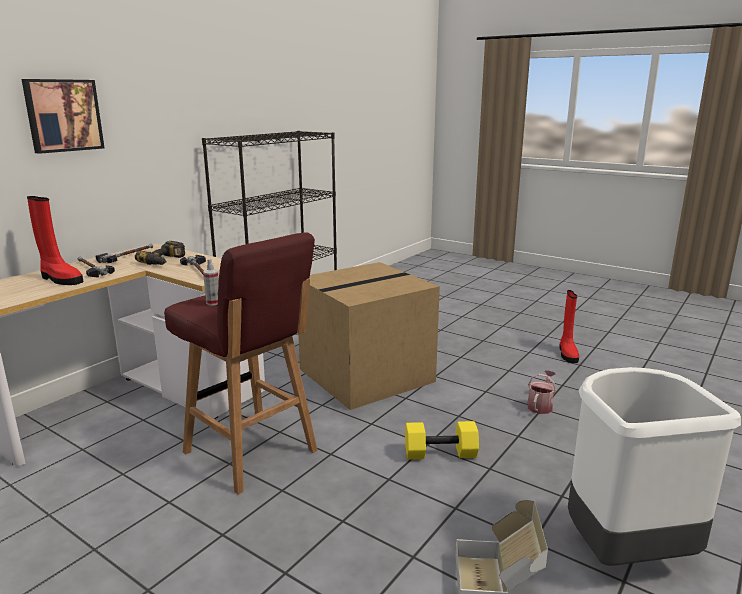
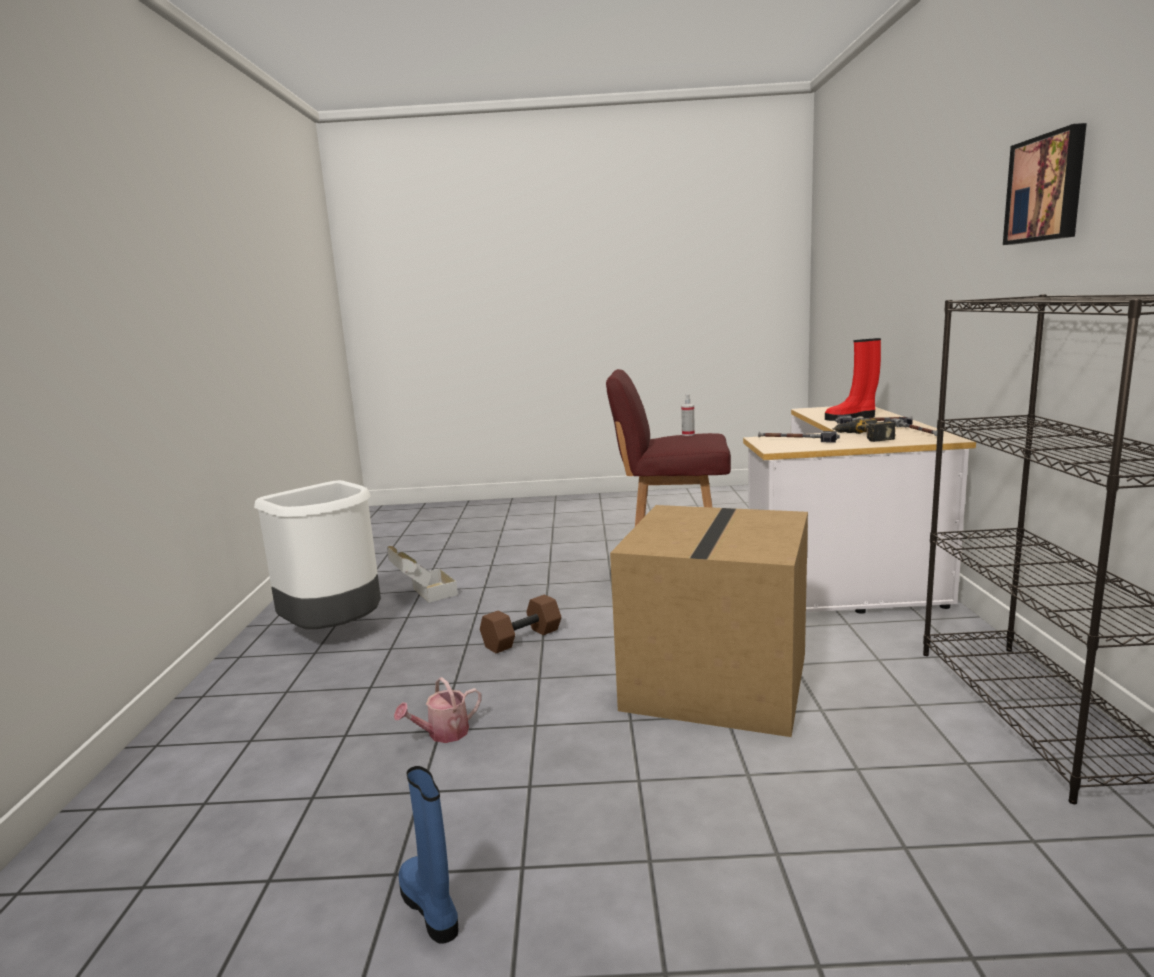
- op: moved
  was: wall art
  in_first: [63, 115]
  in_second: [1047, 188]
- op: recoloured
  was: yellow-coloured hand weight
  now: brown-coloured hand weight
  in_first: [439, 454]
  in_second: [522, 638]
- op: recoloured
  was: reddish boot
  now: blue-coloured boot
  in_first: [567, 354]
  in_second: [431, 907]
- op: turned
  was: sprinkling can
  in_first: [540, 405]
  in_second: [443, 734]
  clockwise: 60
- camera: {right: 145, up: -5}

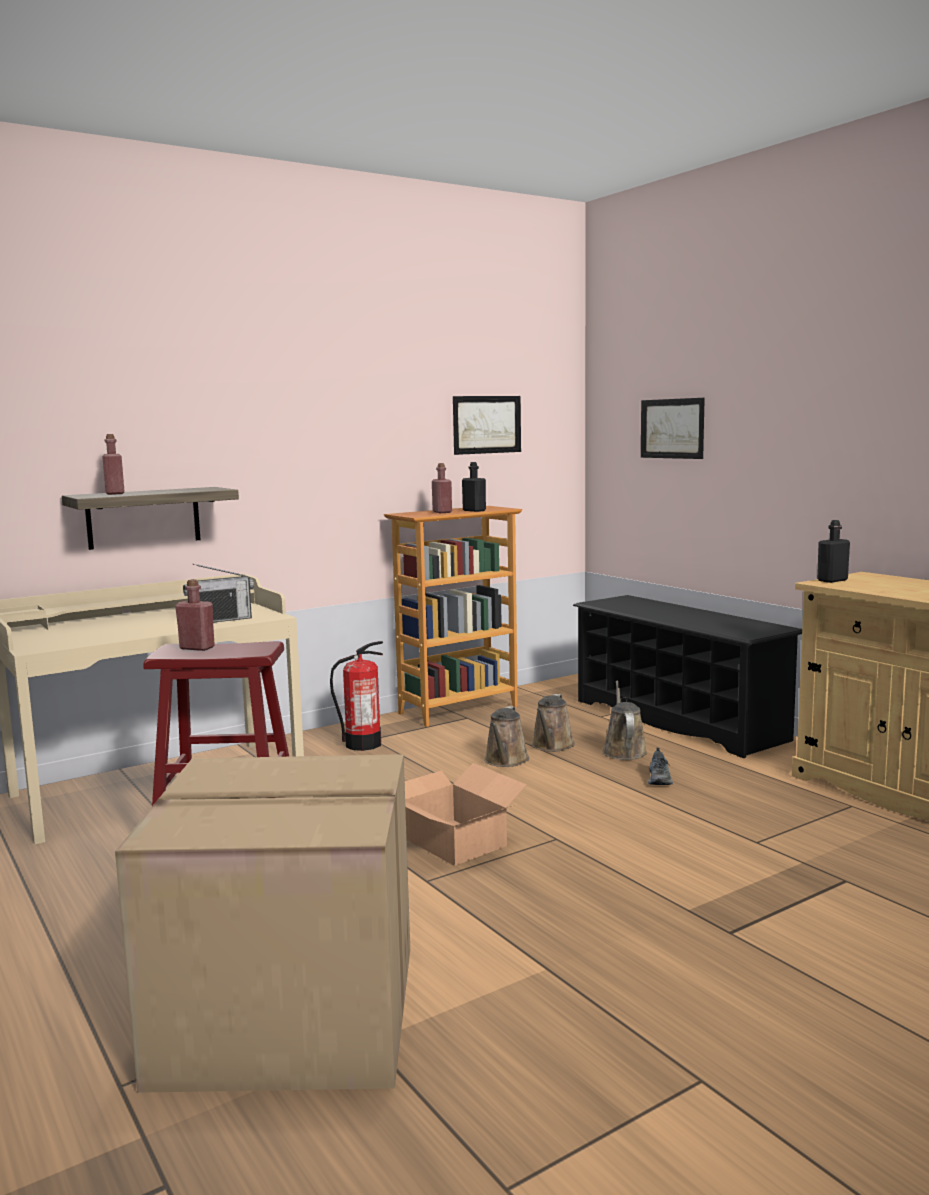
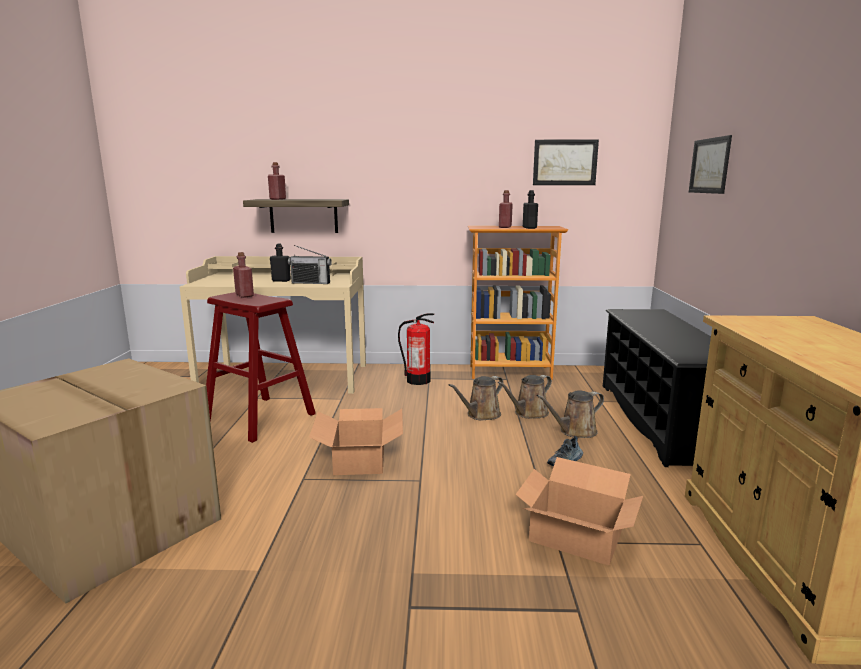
- op: added
  now: packing box
  in_second: [575, 535]
- op: moved
  was: blackish drink bottle
  in_first: [832, 580]
  in_second: [281, 280]
- op: turned
  was: brown-coloured sprinkling can
  in_first: [623, 750]
  in_second: [574, 431]
  clockwise: -150
- camera: {right: 35, up: 5}

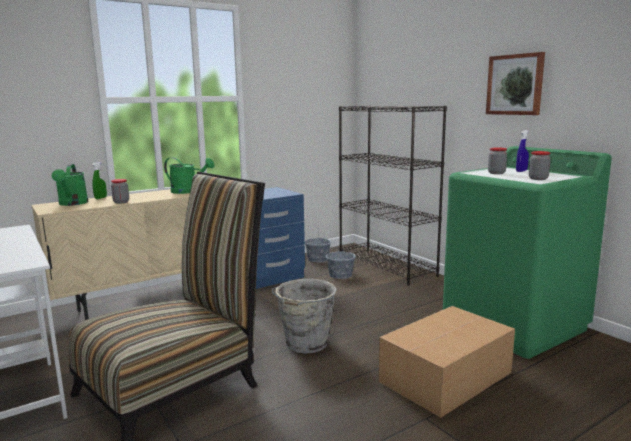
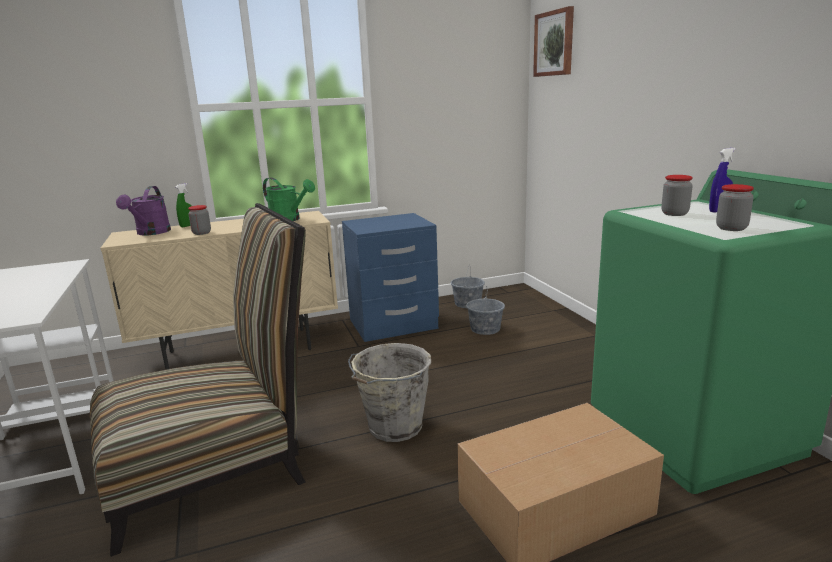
- op: removed
  was: blackish shelving unit
  in_first: [387, 266]
- op: moved
  was: wall art
  in_first: [515, 84]
  in_second: [554, 43]
- op: recoloured
  was: greenish sprinkling can
  now: purplish sprinkling can
  in_first: [72, 204]
  in_second: [151, 233]
- camera: {right: 15, up: 5}

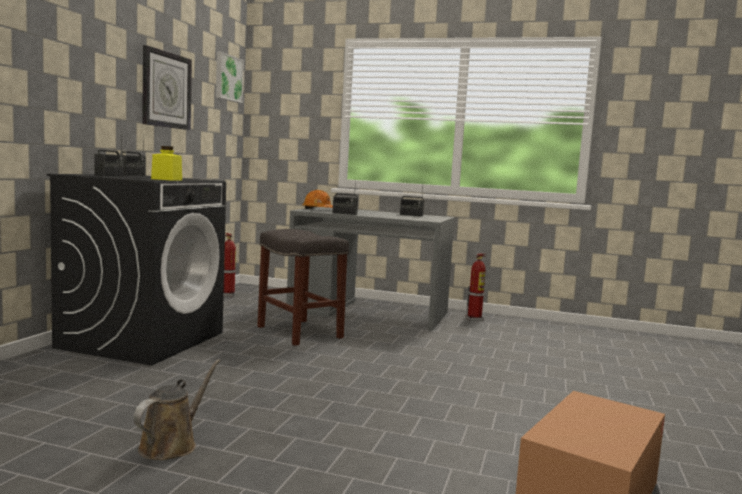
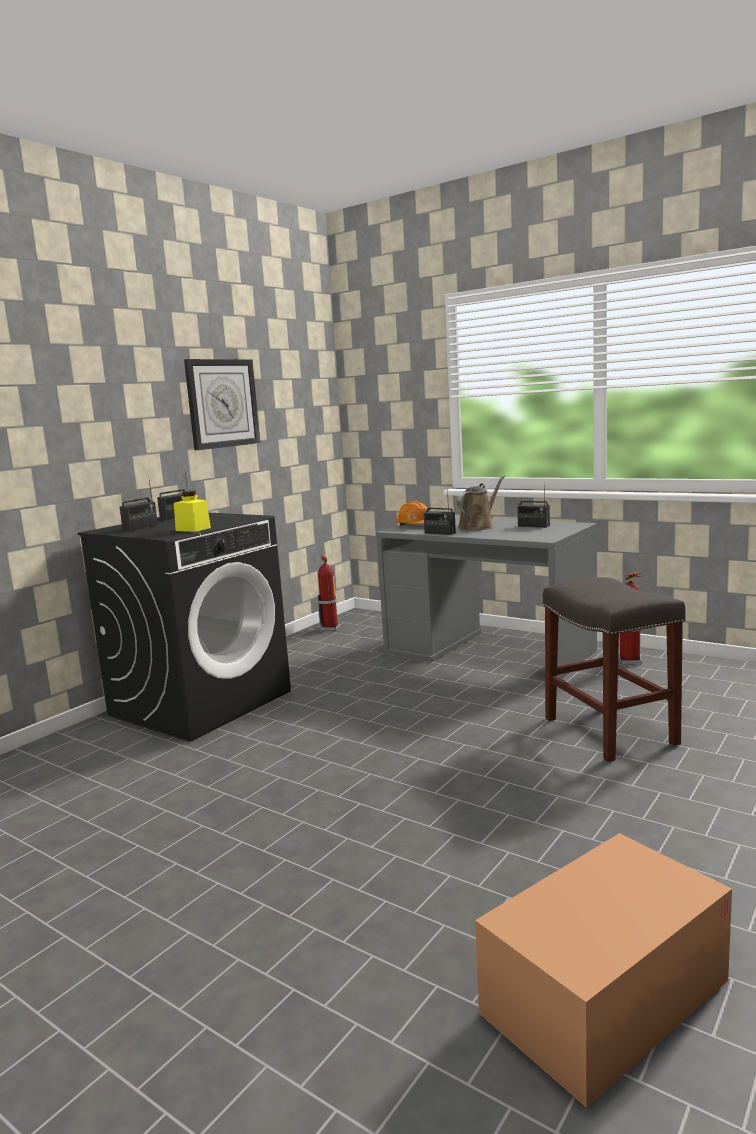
- op: removed
  was: wall art
  in_first: [227, 78]
- op: moved
  was: brown-coloured sprinkling can
  in_first: [172, 445]
  in_second: [478, 527]
- op: moved
  was: gray sitting stool
  in_first: [298, 332]
  in_second: [608, 730]
- camera: {right: 20, up: 5}

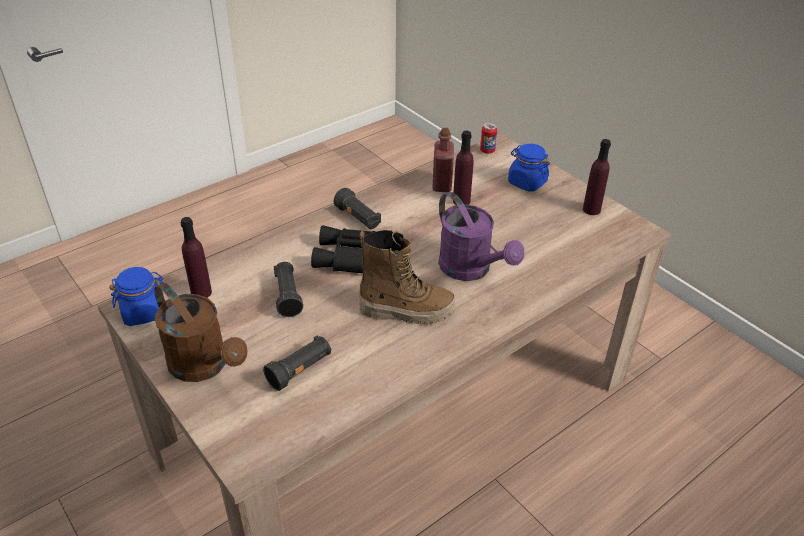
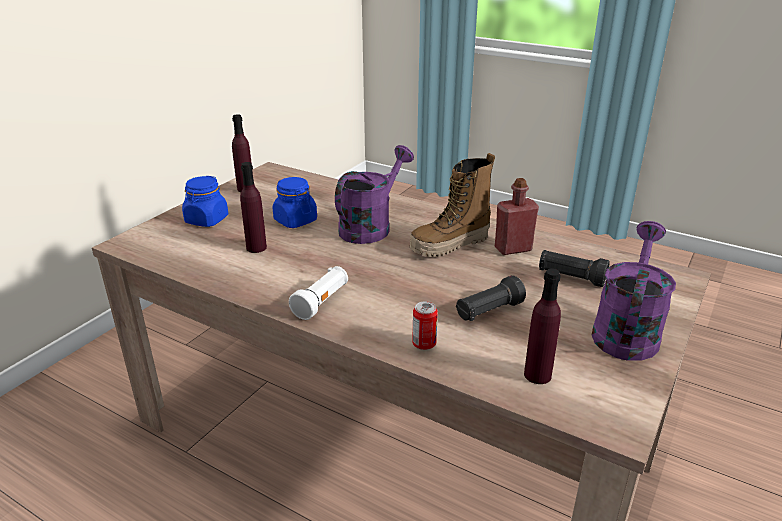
- op: removed
  was: blackish pair of binoculars
  in_first: [349, 258]
- op: moved
  was: blue-coloured preserve jar
  in_first: [143, 312]
  in_second: [295, 220]
- op: moved
  was: reddish drink bottle
  in_first: [442, 184]
  in_second: [513, 249]
- op: moved
  was: can
  in_first: [487, 151]
  in_second: [424, 344]
- op: recoloured
  was: brown-coloured sprinkling can
  now: purplish sprinkling can
  in_first: [205, 366]
  in_second: [626, 330]
- op: recoloured
  was: blackish torch
  now: whitish torch
  in_first: [358, 218]
  in_second: [322, 302]
- op: turned
  was: boot
  in_first: [406, 310]
  in_second: [450, 245]
  clockwise: -105
- camera: {right: -110, up: -10}

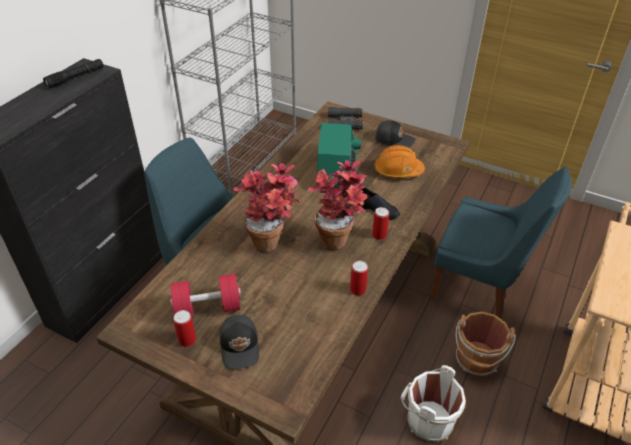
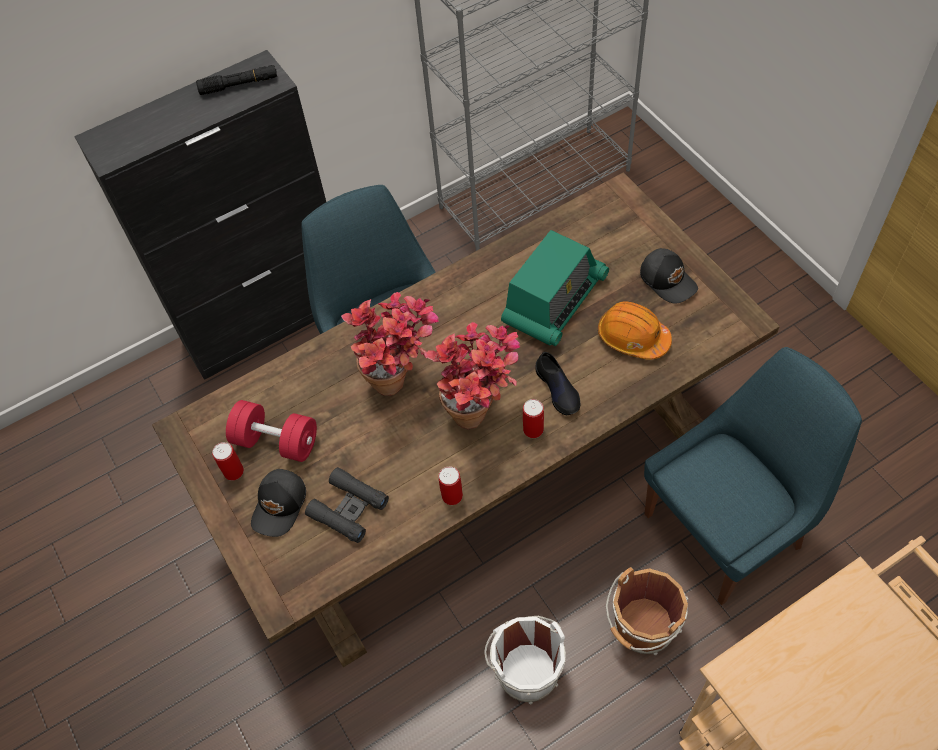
- op: moved
  was: blackish pair of binoculars
  in_first: [344, 122]
  in_second: [348, 508]
- op: turned
  was: blue-coloured upright chair
  in_first: [479, 287]
  in_second: [727, 527]
  clockwise: -90
- camera: {right: 35, up: 15}

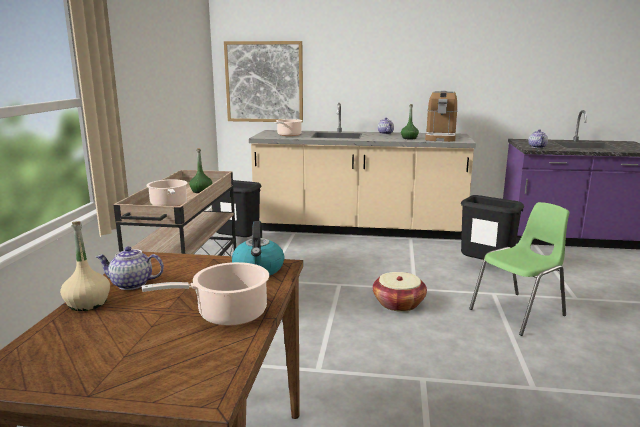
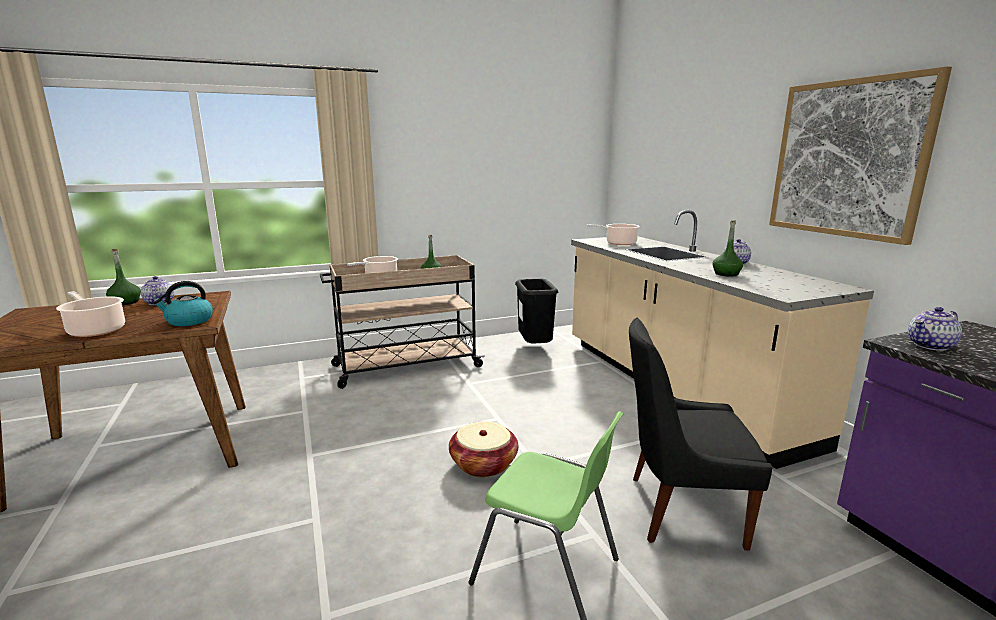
- op: removed
  was: coffee brewer
  in_first: [440, 137]
- op: moved
  was: wall art
  in_first: [264, 82]
  in_second: [847, 159]
- op: replaced
  was: blackish rubbish bin
  now: blackish upright chair
  in_first: [485, 269]
  in_second: [679, 510]
- op: recoloured
  was: beige drink bottle
  now: greenish drink bottle
  in_first: [87, 303]
  in_second: [126, 302]
- camera: {right: 60, up: 0}

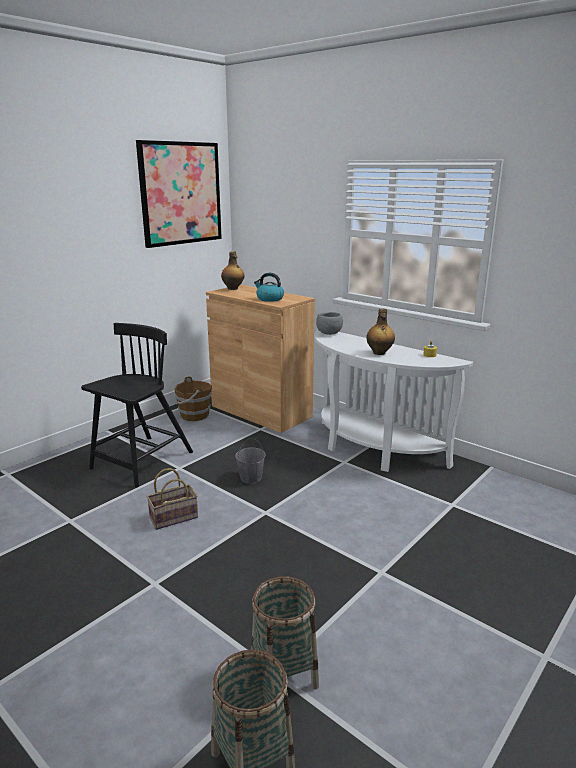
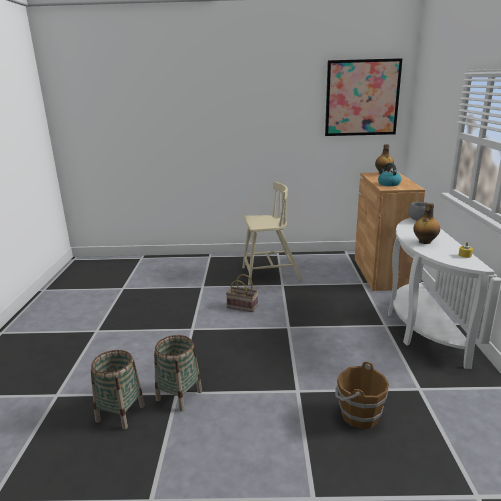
- op: removed
  was: gray pail
  in_first: [250, 478]
- op: moved
  was: brown-coloured pail
  in_first: [194, 415]
  in_second: [358, 415]
- op: recoloured
  was: blackish upright chair
  now: beige upright chair
  in_first: [141, 461]
  in_second: [269, 274]
- camera: {right: 50, up: 0}

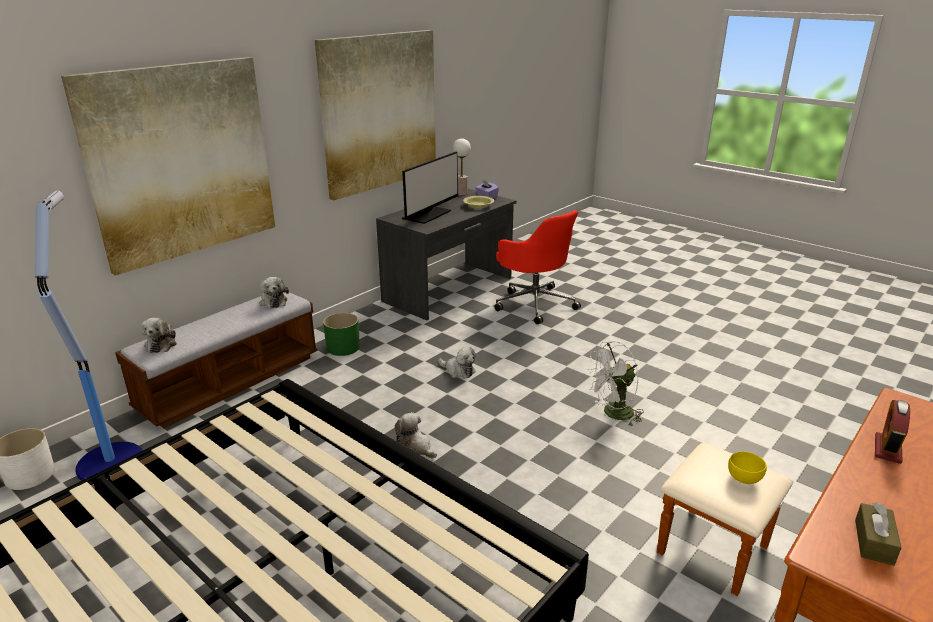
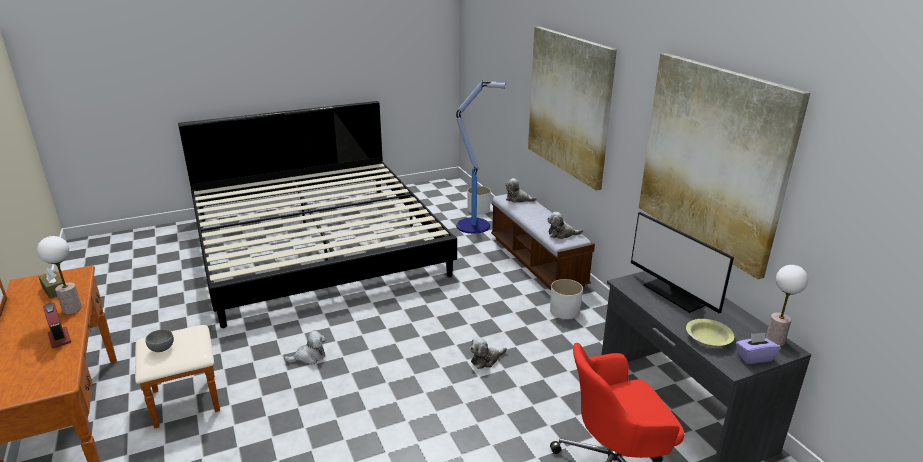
- op: removed
  was: whitish cooling fan
  in_first: [613, 414]
- op: added
  now: lamp for a table
  in_second: [72, 309]
- op: moved
  was: cuddly toy
  in_first: [415, 447]
  in_second: [309, 357]
- op: recoloured
  was: greenish flower pot
  now: whitish flower pot
  in_first: [343, 347]
  in_second: [565, 311]
- op: recoloured
  was: yellow-coloured deep dish
  now: gray deep dish
  in_first: [744, 479]
  in_second: [161, 349]
- camera: {right: 115, up: 0}

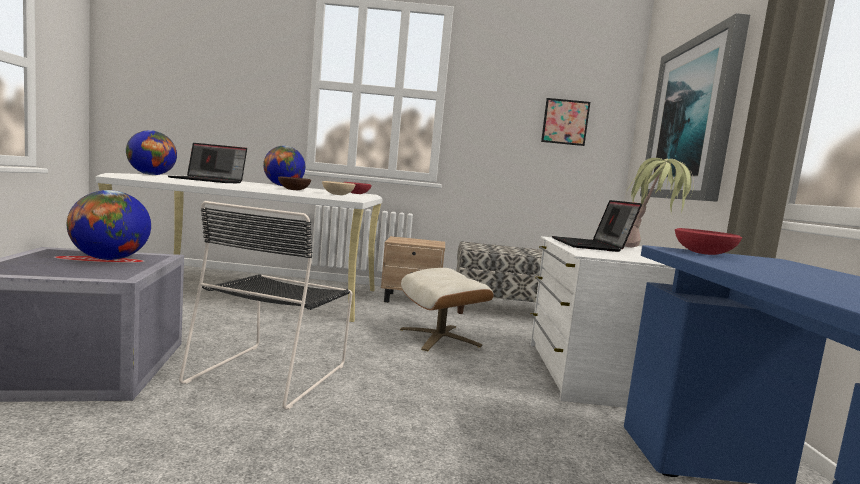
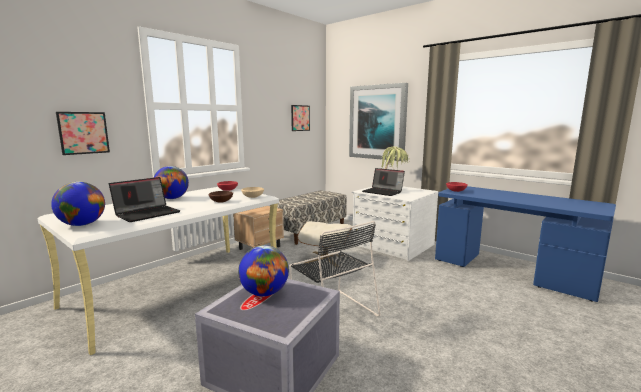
- op: added
  now: wall art
  in_second: [83, 133]
- camera: {right: -50, up: 5}

